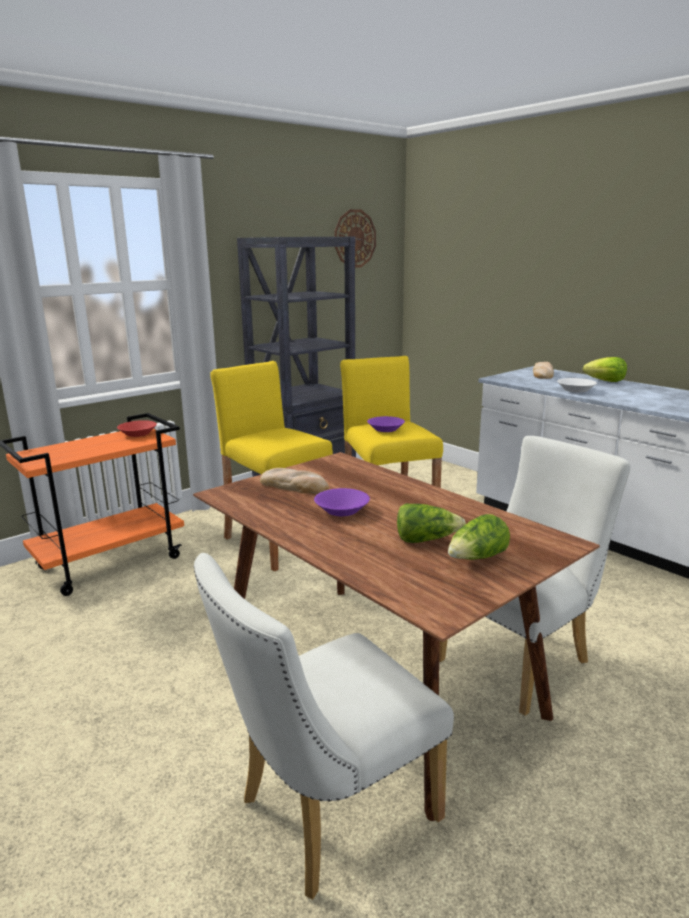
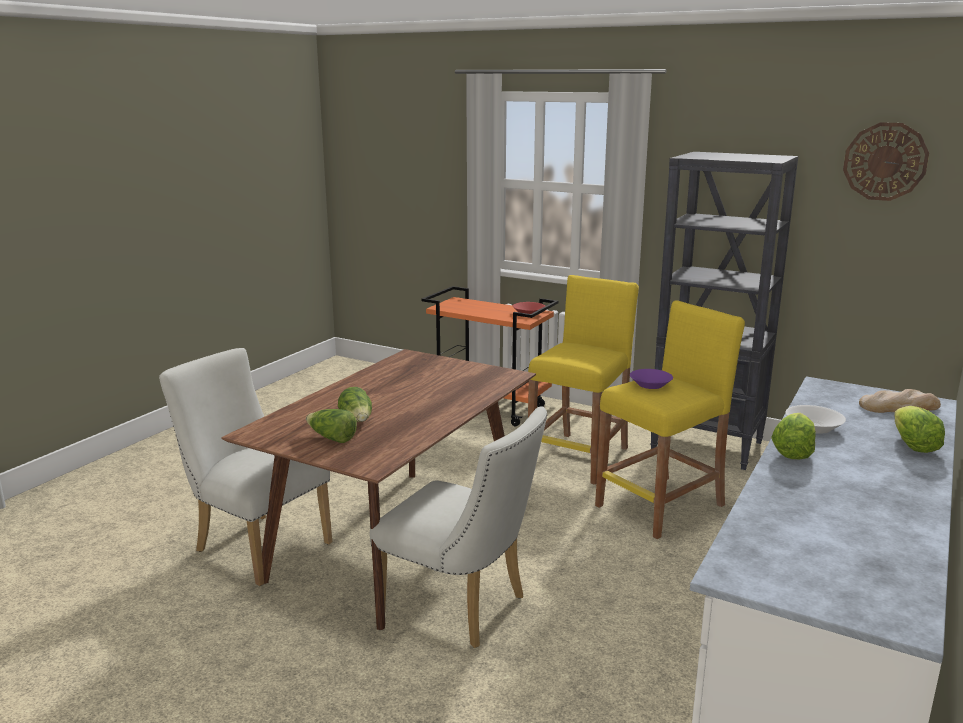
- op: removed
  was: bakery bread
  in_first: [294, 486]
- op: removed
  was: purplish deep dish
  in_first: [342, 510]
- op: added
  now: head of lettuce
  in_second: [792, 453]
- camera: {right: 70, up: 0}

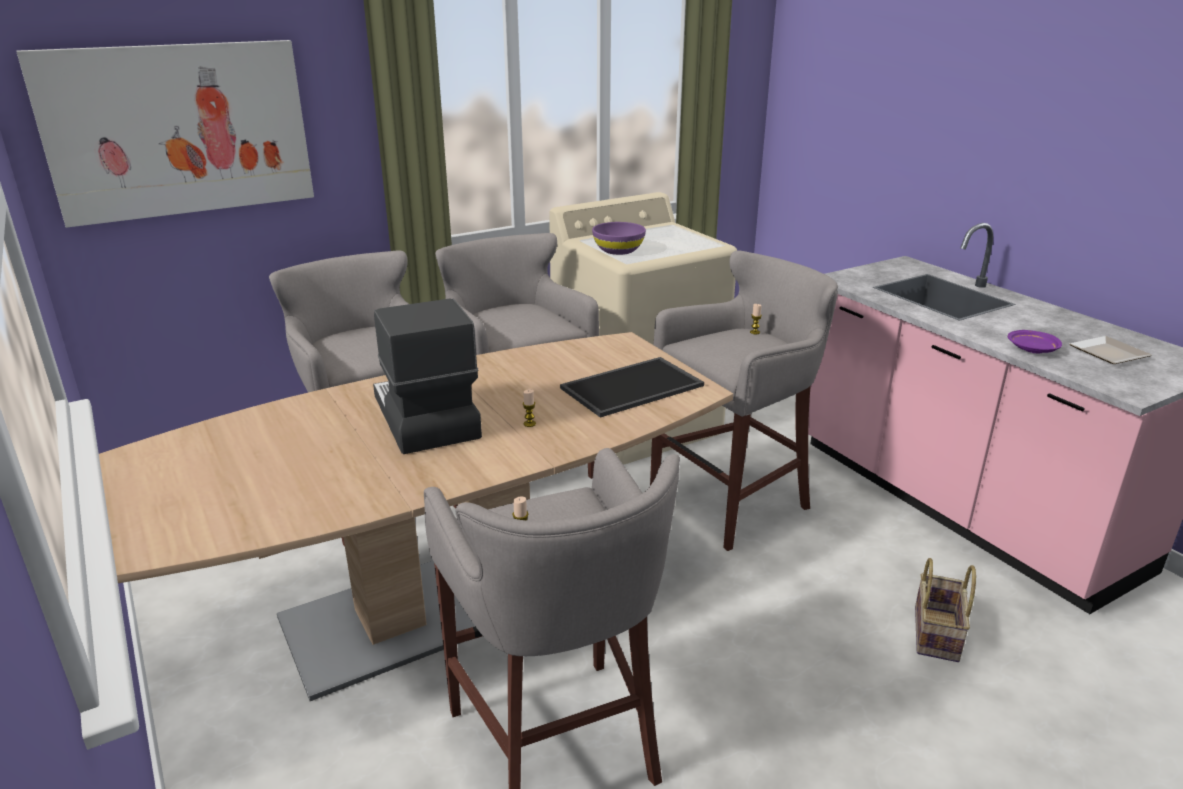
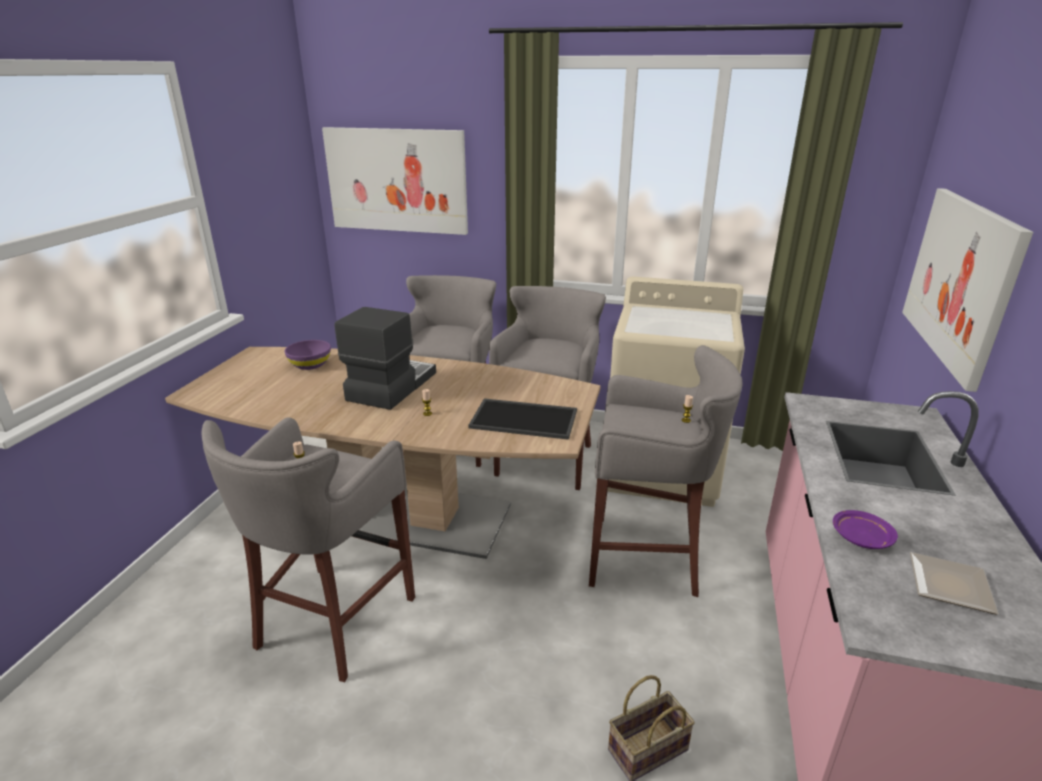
- op: added
  now: wall art
  in_second: [960, 280]
- op: moved
  was: purplish deep dish
  in_first: [618, 250]
  in_second: [310, 365]
- camera: {right: 45, up: 0}

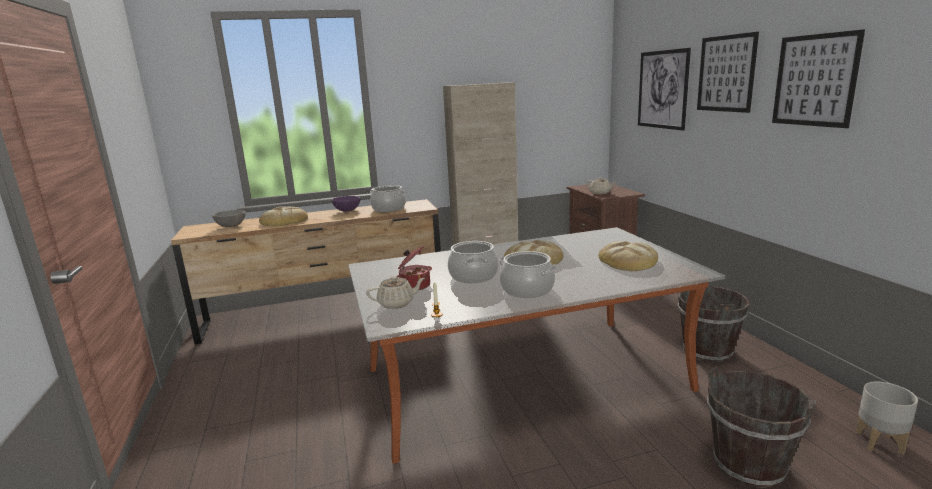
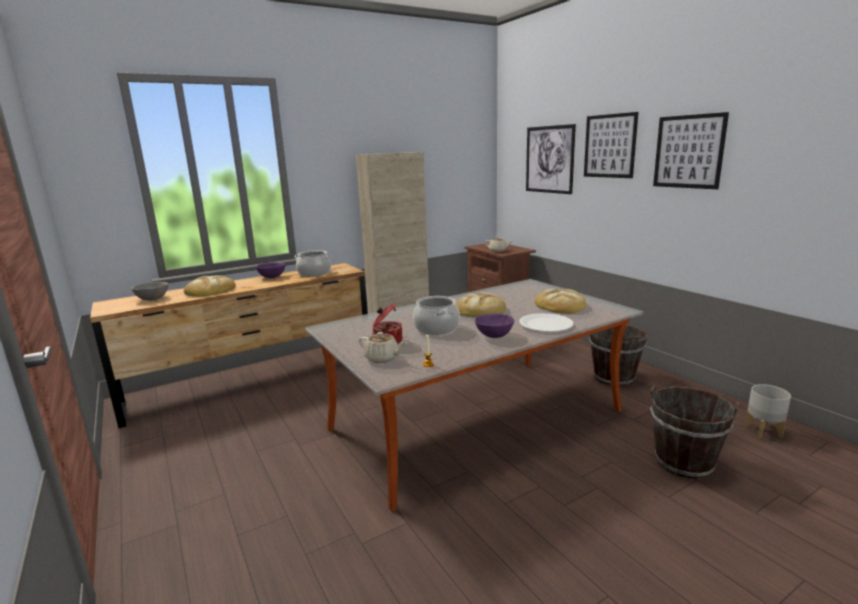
- op: added
  now: whitish dinner plate
  in_second: [545, 324]
- op: replaced
  was: saucepot
  now: purplish deep dish
  in_first: [527, 290]
  in_second: [493, 336]
- op: turned
  was: beige tea pot
  in_first: [397, 303]
  in_second: [382, 358]
  clockwise: 60
- camera: {right: -15, up: 0}

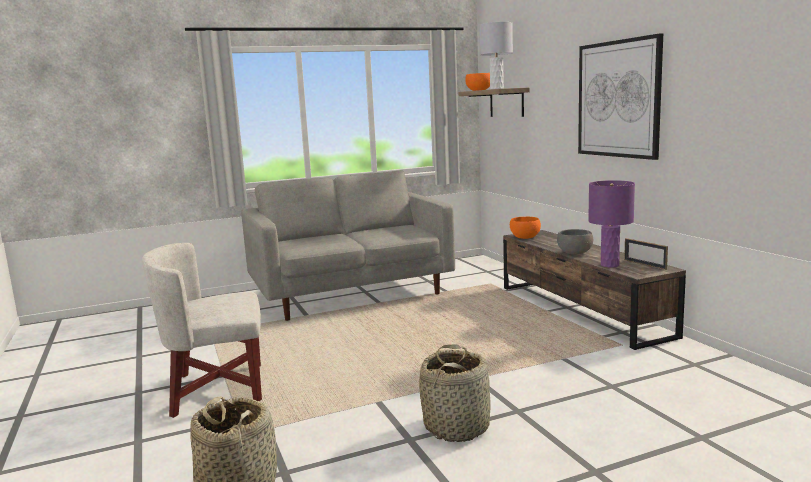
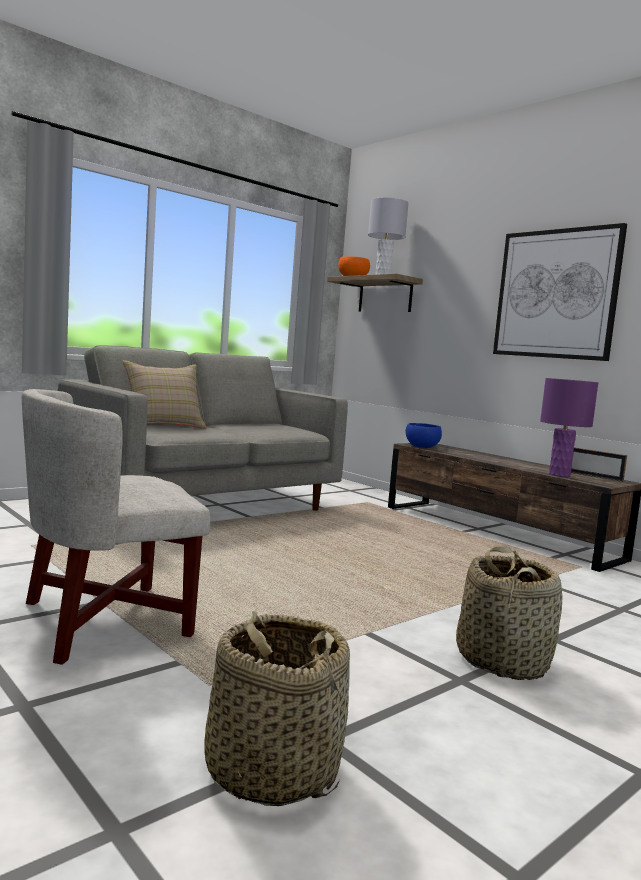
- op: removed
  was: gray deep dish
  in_first: [575, 252]
- op: added
  now: beige pillow
  in_second: [163, 425]
- op: recoloured
  was: orangey deep dish
  now: blue-coloured deep dish
  in_first: [525, 237]
  in_second: [422, 446]
- camera: {right: -20, up: -5}

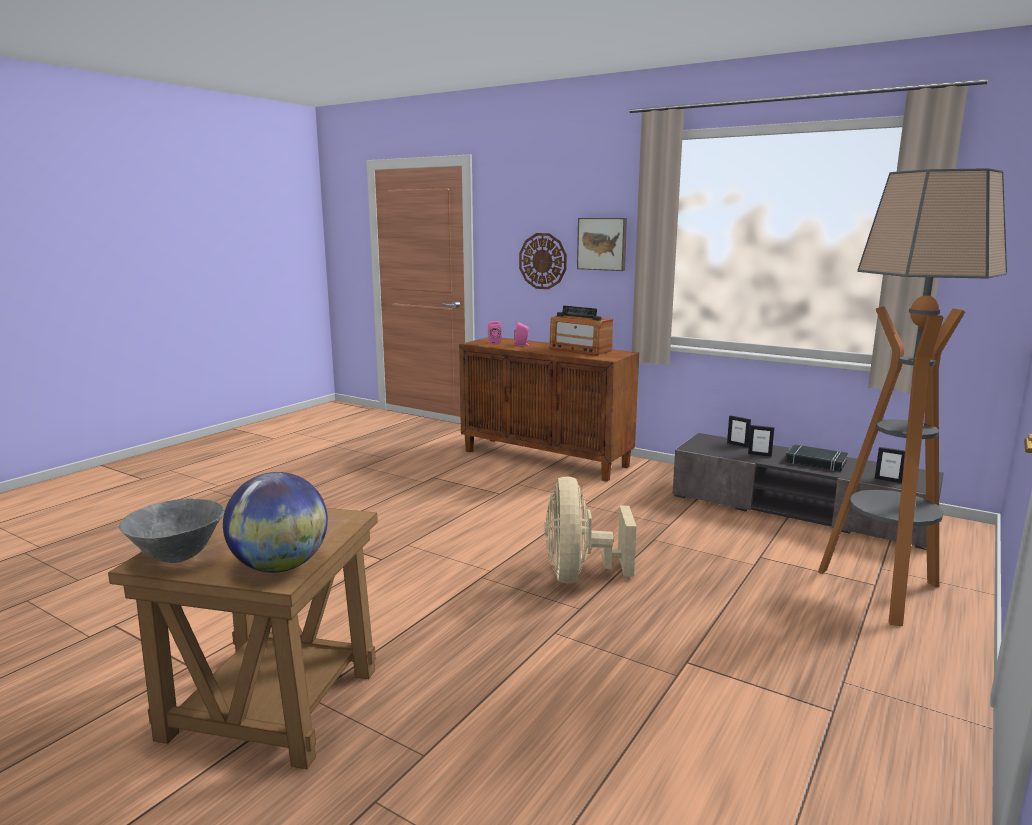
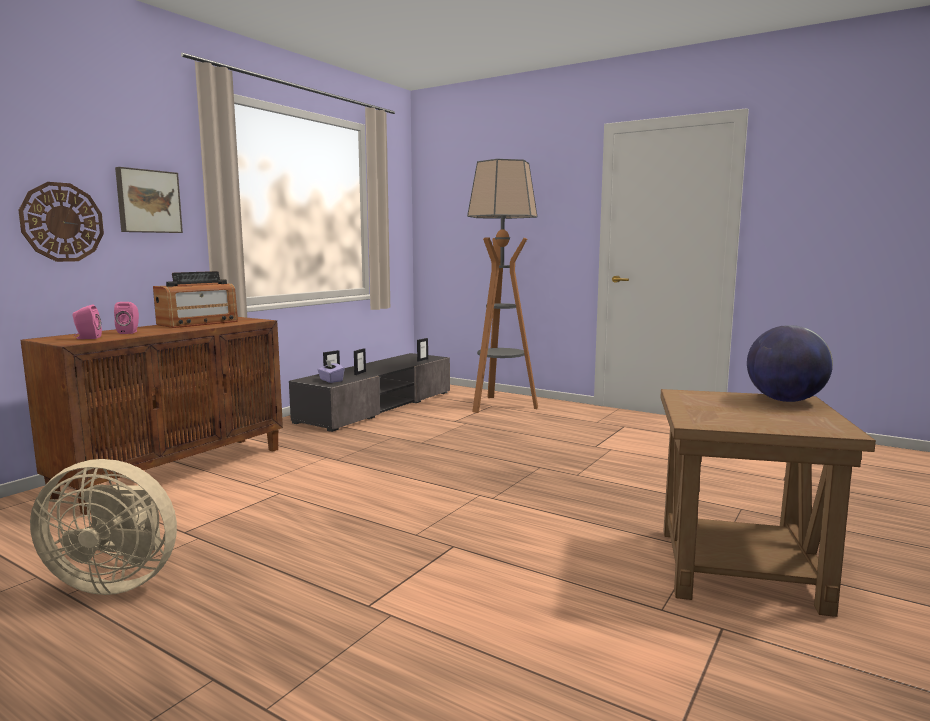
- op: removed
  was: gray deep dish
  in_first: [178, 557]
- op: removed
  was: blackish volume
  in_first: [815, 462]
- op: added
  now: purplish tissue box
  in_second: [331, 380]
- op: moved
  was: beige cooling fan
  in_first: [579, 575]
  in_second: [116, 581]
- camera: {right: -90, up: -5}

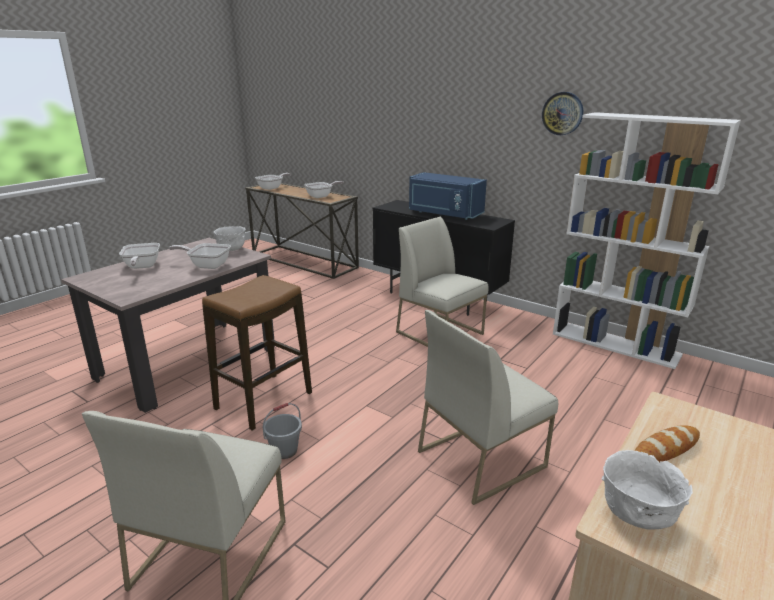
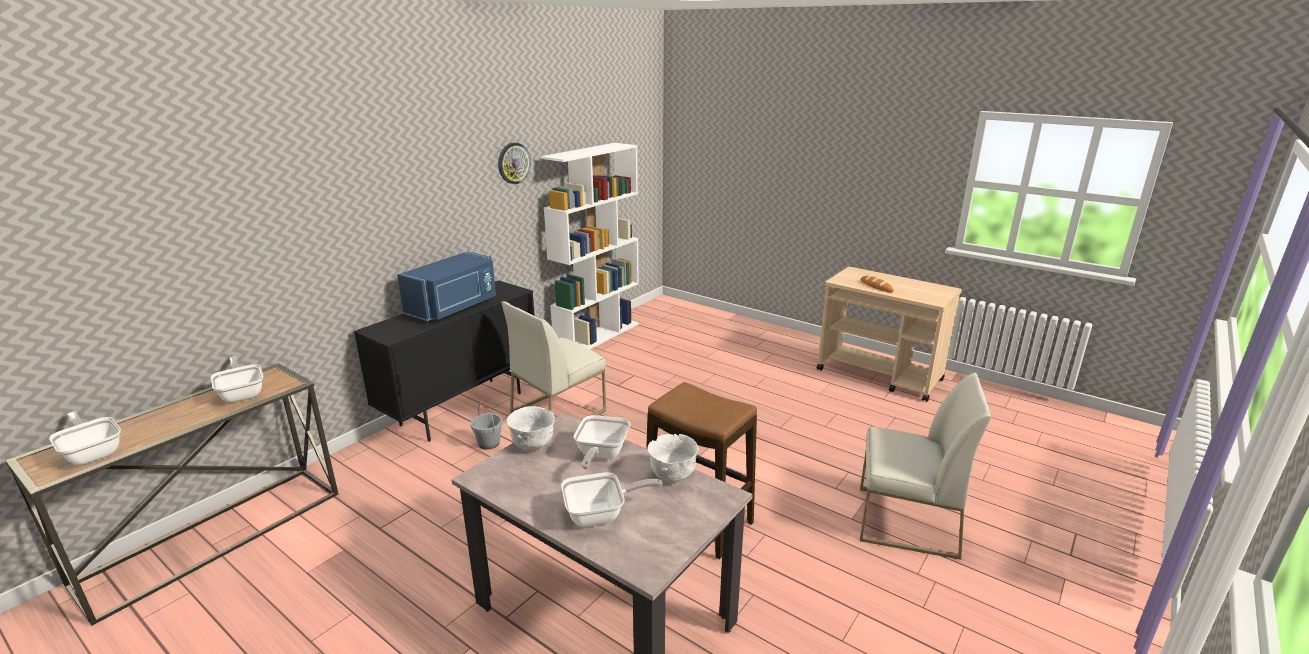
- op: removed
  was: whitish upright chair
  in_first: [481, 458]
- op: moved
  was: gray pail
  in_first: [284, 450]
  in_second: [488, 443]
- op: moved
  was: whitish deep dish
  in_first: [636, 516]
  in_second: [672, 476]
- camera: {right: -90, up: 0}

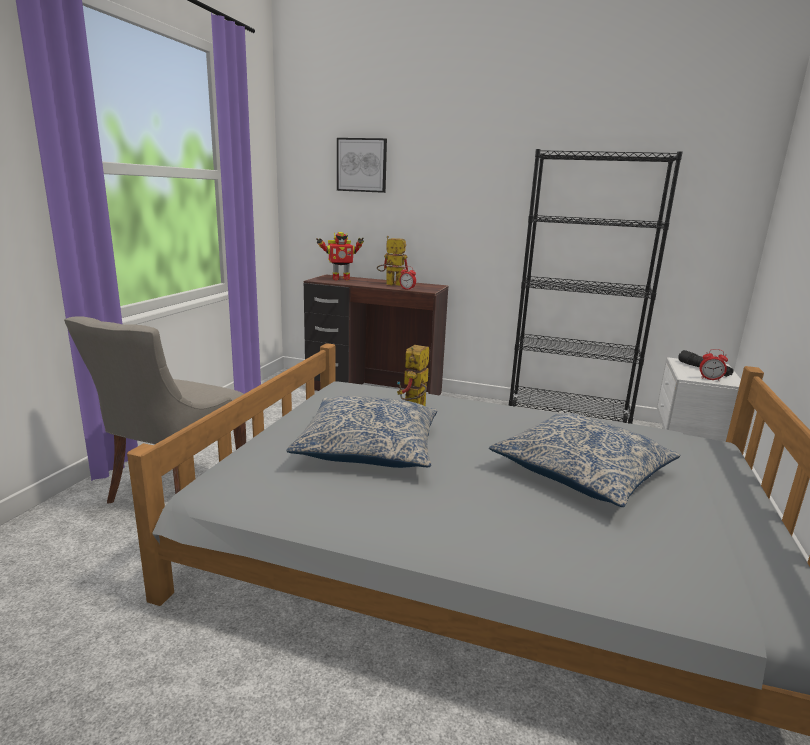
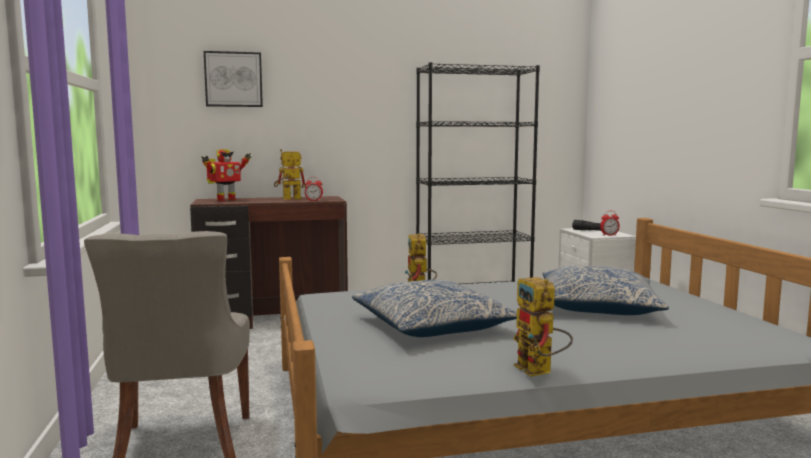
- op: added
  now: robot figure
  in_second: [540, 371]
- camera: {right: -30, up: -10}

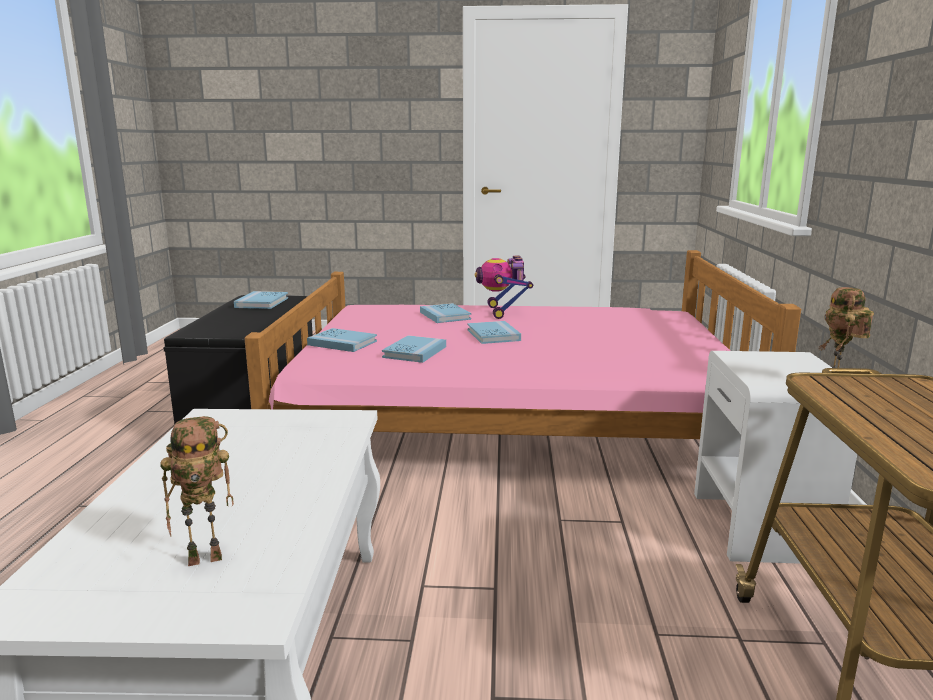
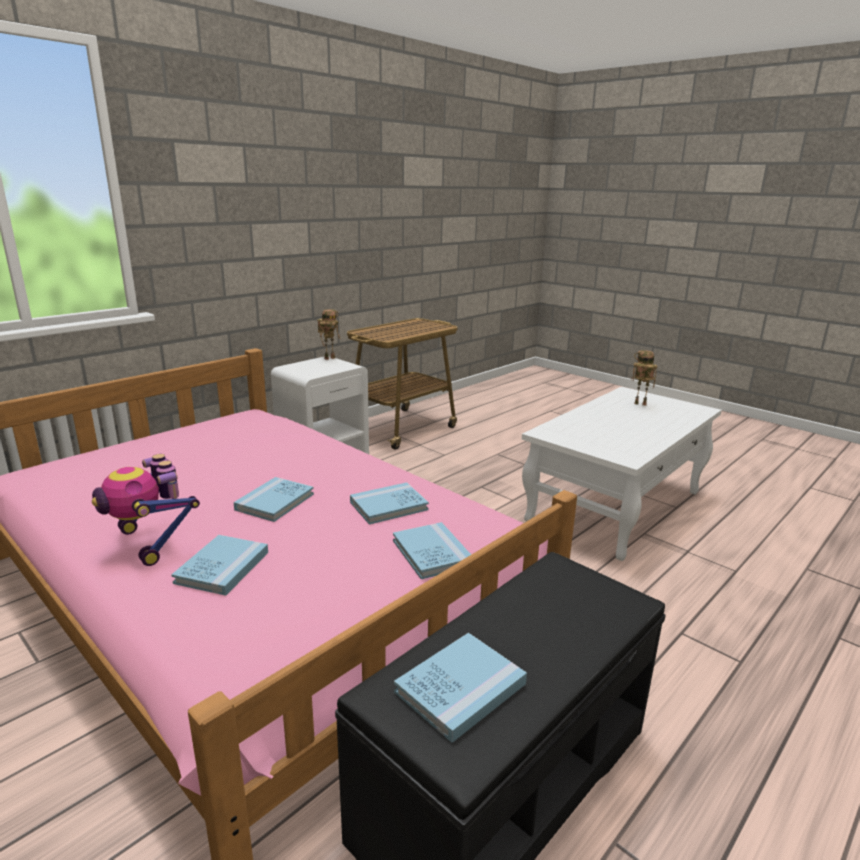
- op: turned
  was: robot figure
  in_first: [503, 312]
  in_second: [151, 543]
  clockwise: 105
- camera: {right: -140, up: 5}

